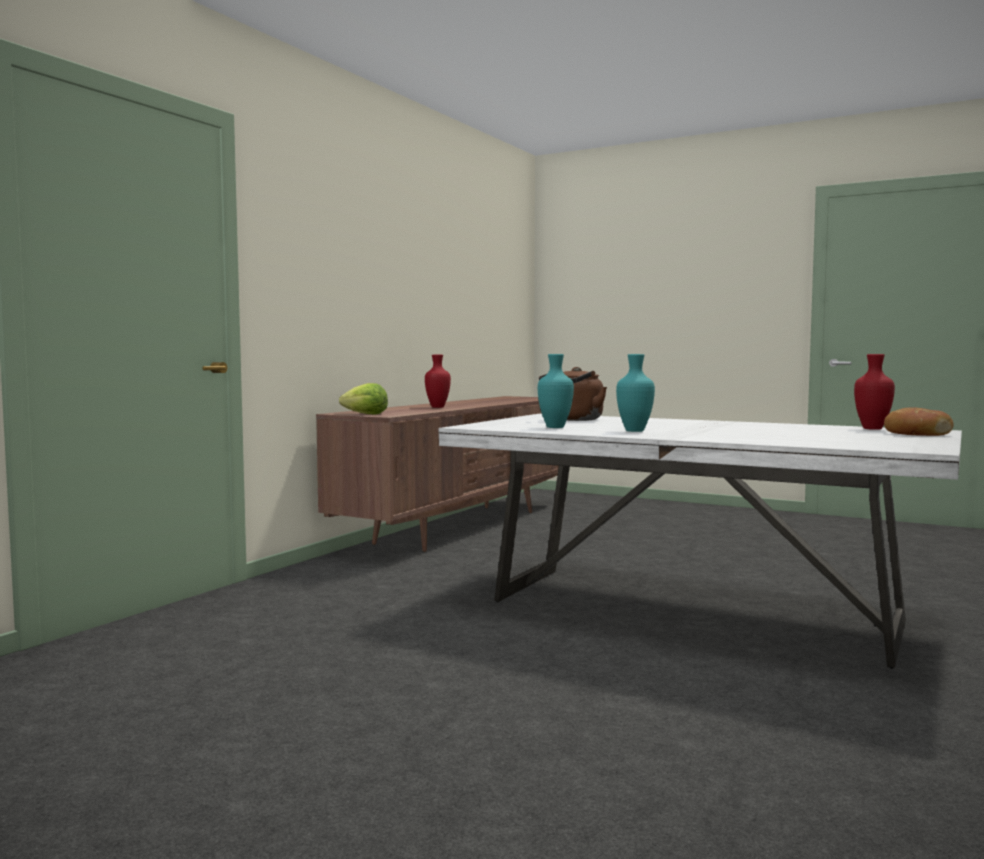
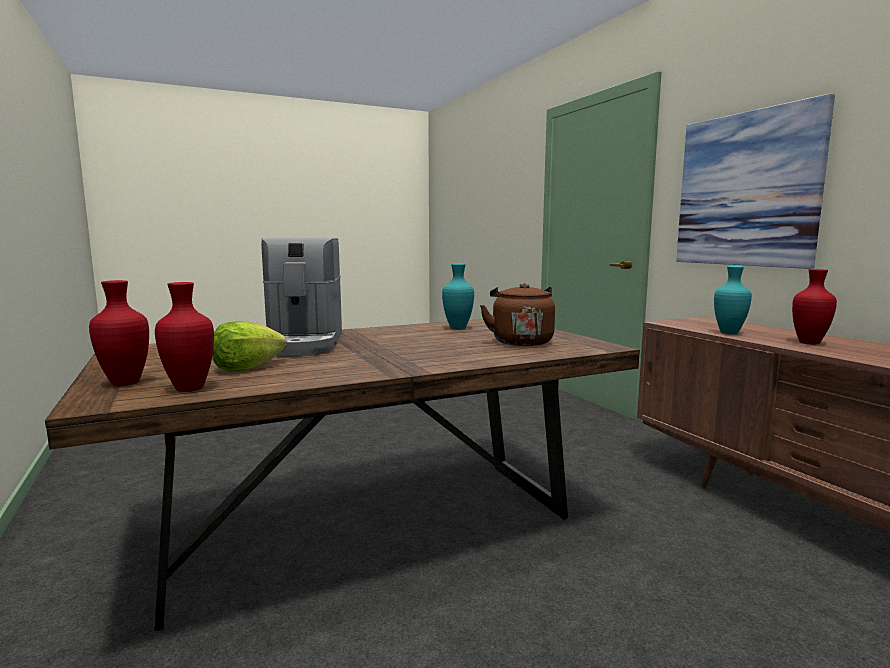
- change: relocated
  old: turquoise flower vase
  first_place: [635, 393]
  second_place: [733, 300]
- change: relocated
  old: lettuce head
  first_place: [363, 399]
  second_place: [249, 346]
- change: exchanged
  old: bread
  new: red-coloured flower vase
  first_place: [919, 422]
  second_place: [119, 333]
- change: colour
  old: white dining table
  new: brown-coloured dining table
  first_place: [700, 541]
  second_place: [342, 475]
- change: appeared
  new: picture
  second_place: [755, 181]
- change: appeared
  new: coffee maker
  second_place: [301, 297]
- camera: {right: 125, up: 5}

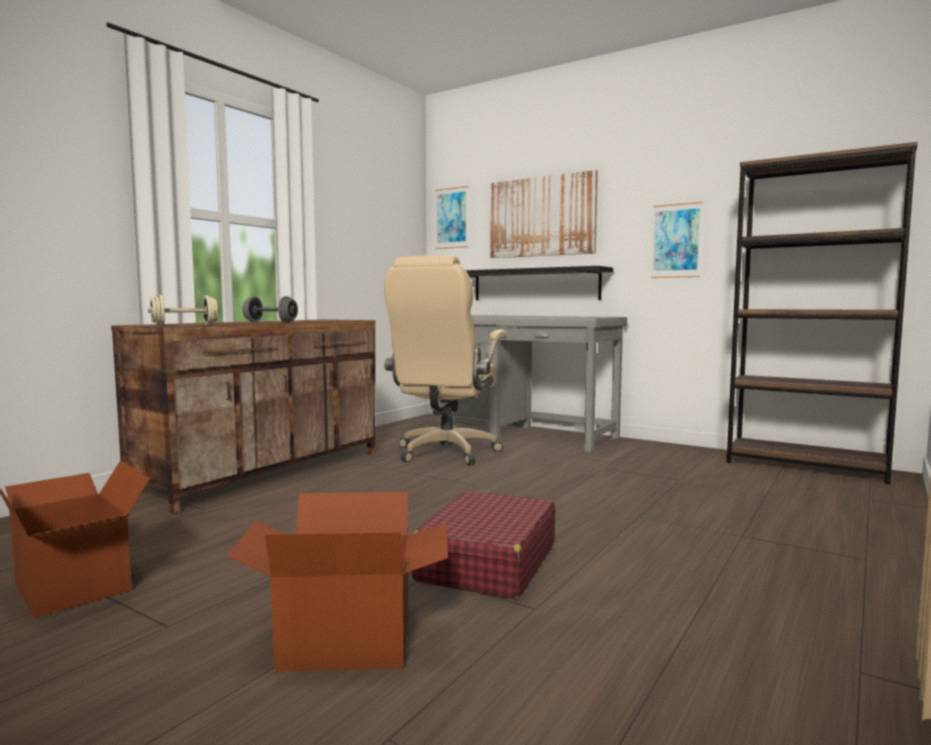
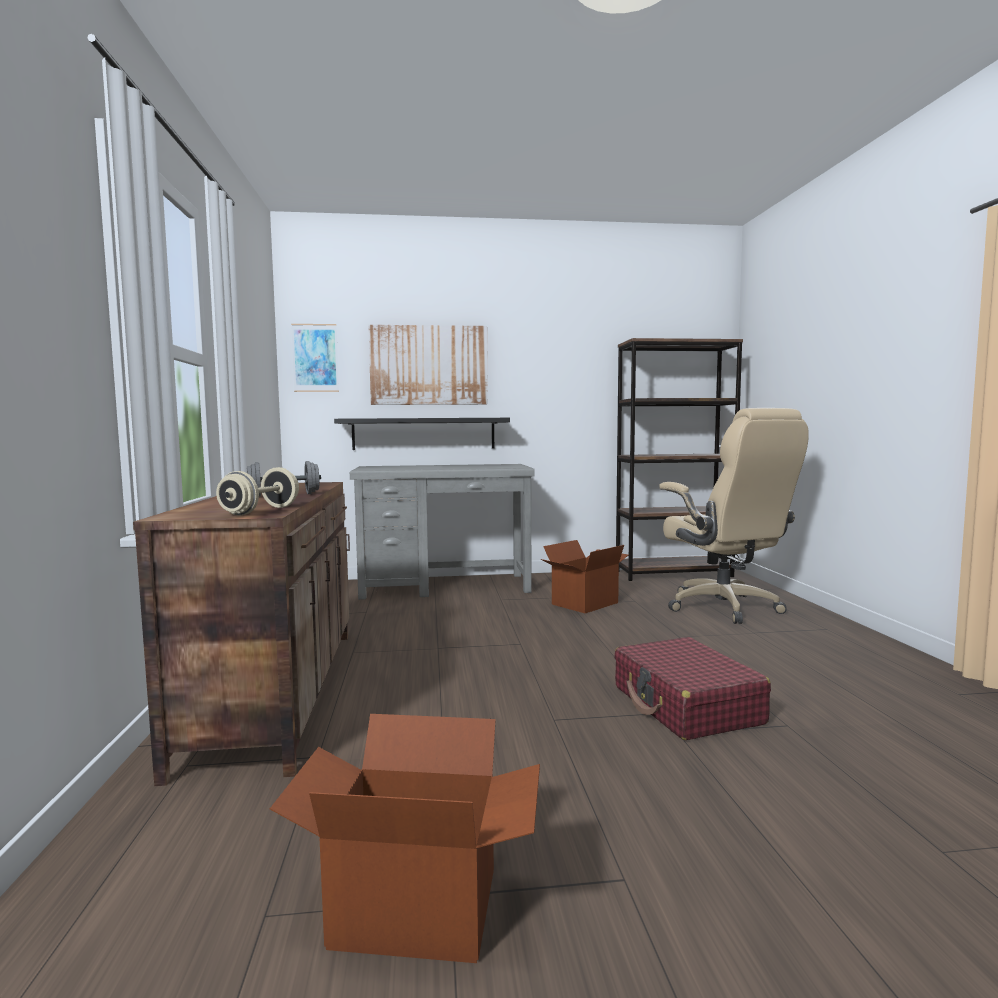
- change: missing
  old: picture
  first_place: [677, 240]
- change: relocated
  old: beige-coloured computer chair
  first_place: [445, 360]
  second_place: [734, 516]
- change: relocated
  old: carton
  first_place: [337, 582]
  second_place: [584, 576]
- camera: {right: -40, up: 0}

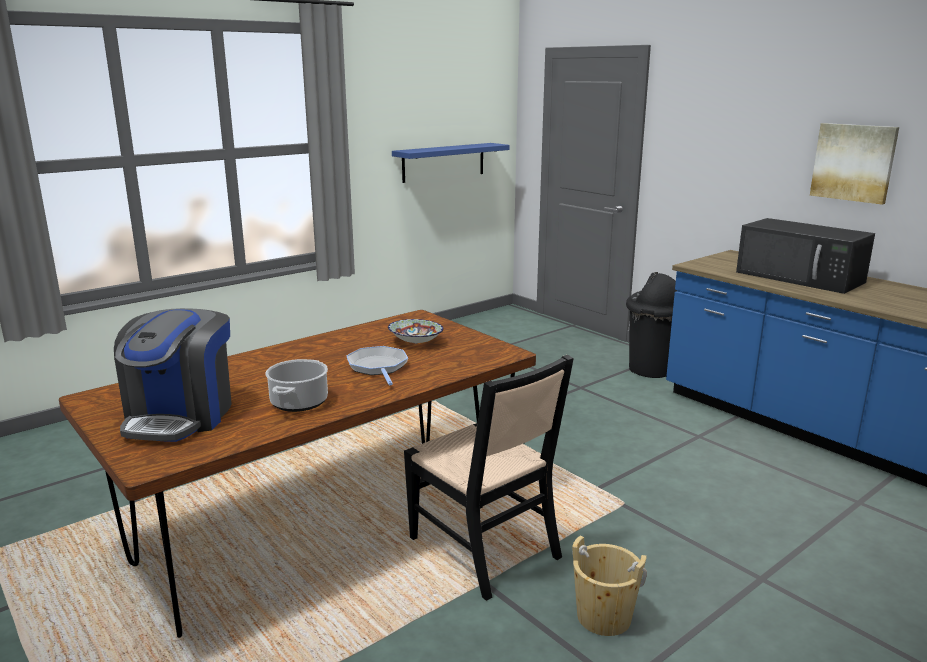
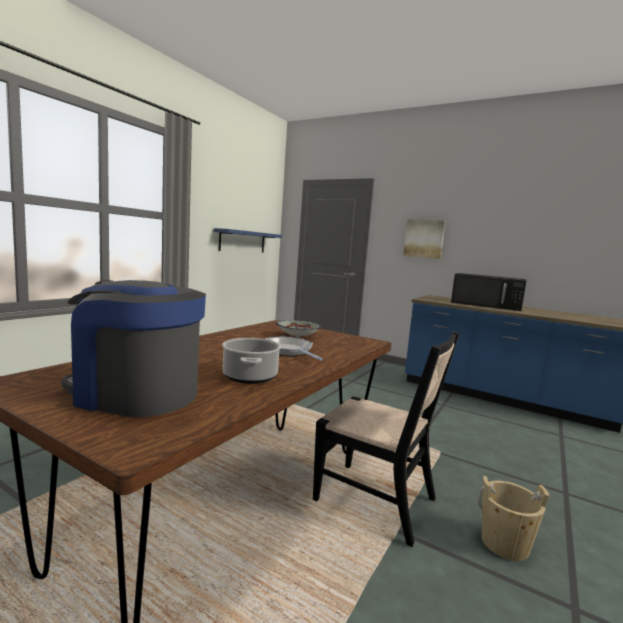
- change: relocated
  old: picture
  first_place: [854, 164]
  second_place: [424, 239]
- change: missing
  old: blackish rubbish bin
  first_place: [651, 325]
- change: spun
  old: coffee maker
  first_place: [173, 375]
  second_place: [133, 348]
  degrees: 120
- camera: {right: -20, up: -10}

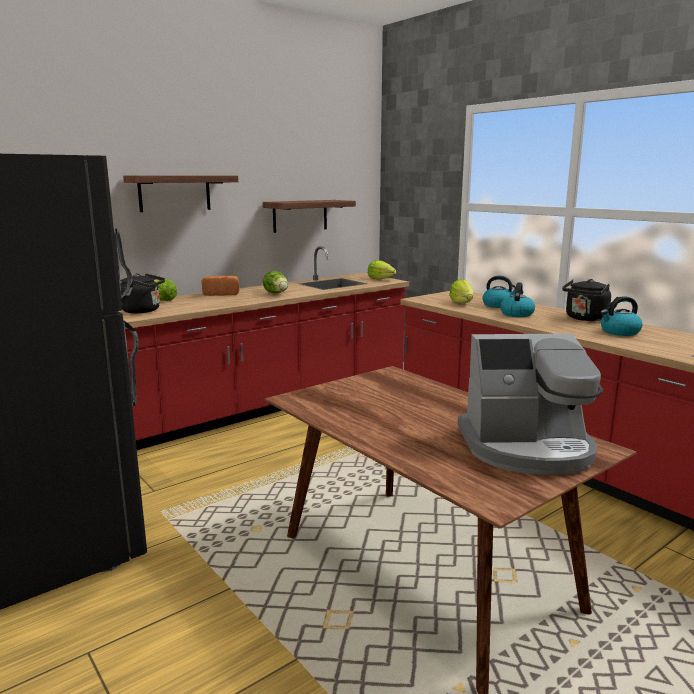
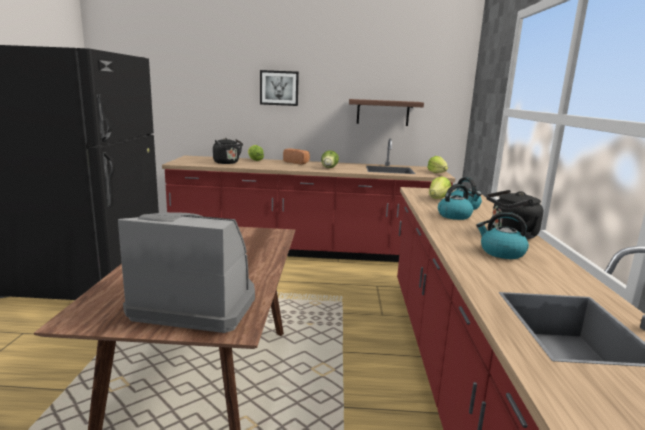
- change: exchanged
  old: bracket shelf
  new: picture
  first_place: [180, 194]
  second_place: [279, 88]
- change: spun
  old: coffee maker
  first_place: [530, 404]
  second_place: [186, 272]
  degrees: 150
- camera: {right: 40, up: 0}

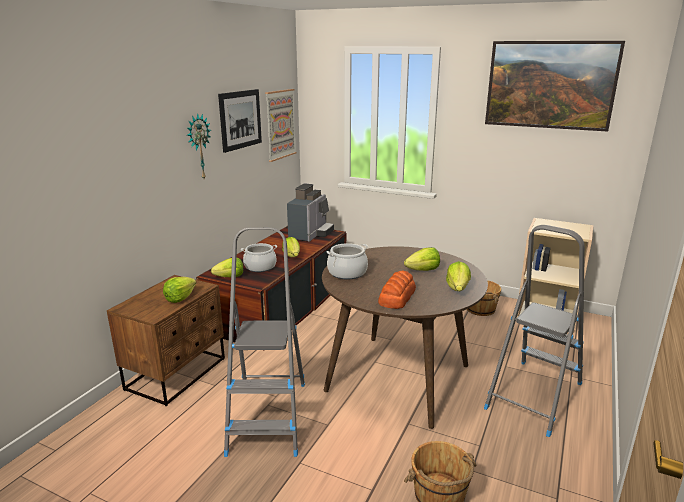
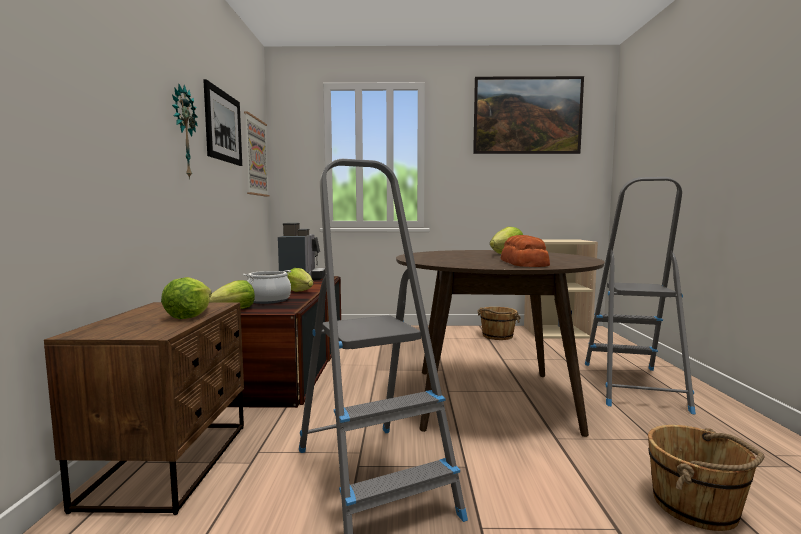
- change: missing
  old: stockpot
  first_place: [347, 261]
- change: missing
  old: lettuce head
  first_place: [458, 276]
- camera: {right: -25, up: -15}

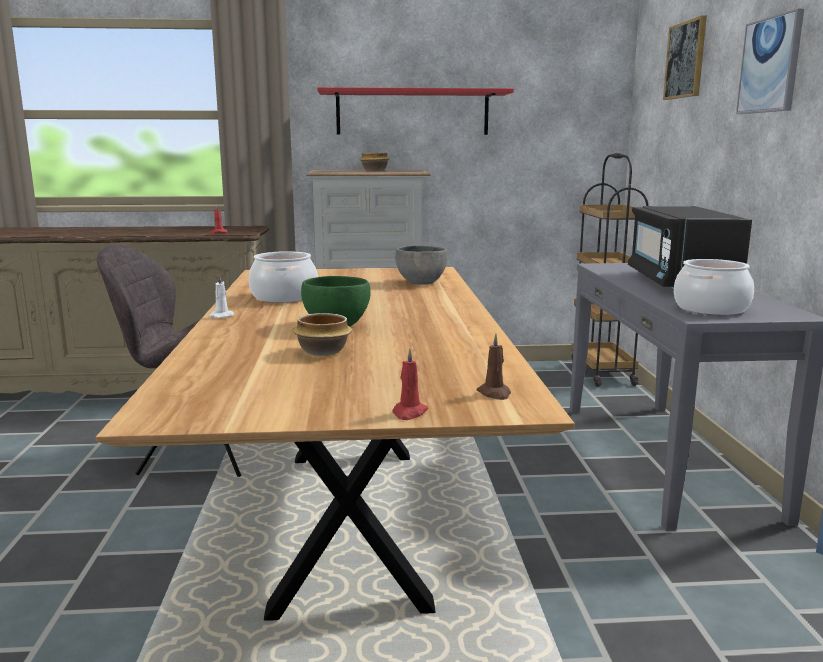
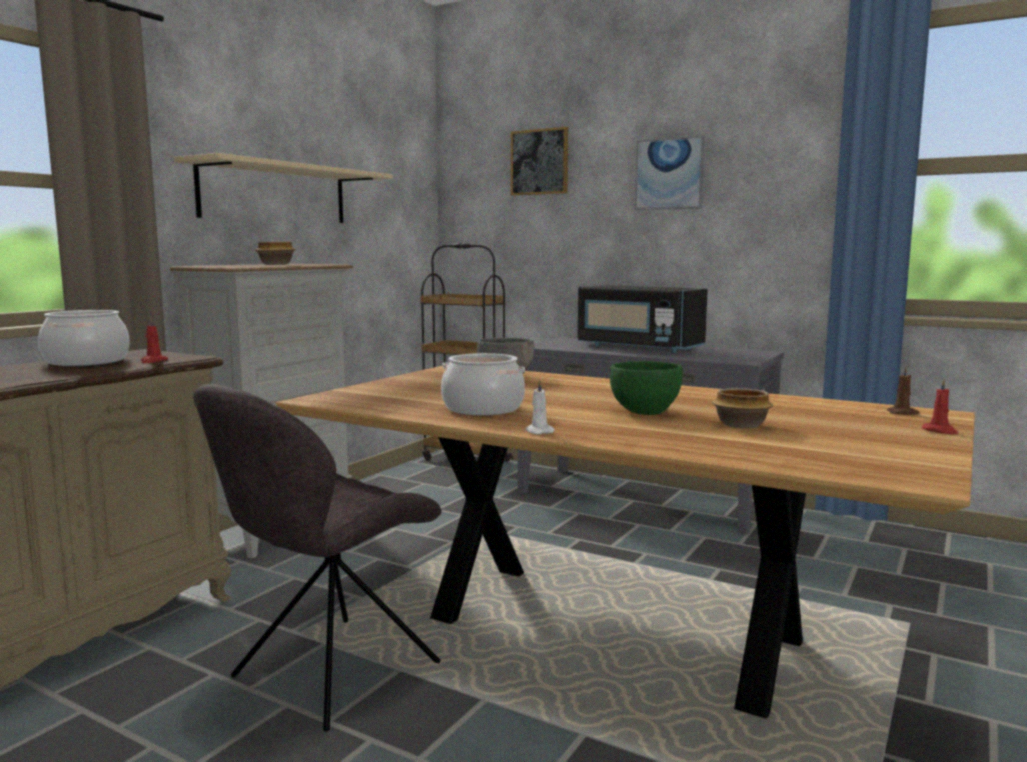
- change: colour
  old: red-coloured bracket shelf
  new: beige-coloured bracket shelf
  first_place: [415, 111]
  second_place: [283, 188]
- change: relocated
  old: stockpot
  first_place: [714, 287]
  second_place: [84, 338]
- camera: {right: -55, up: -5}

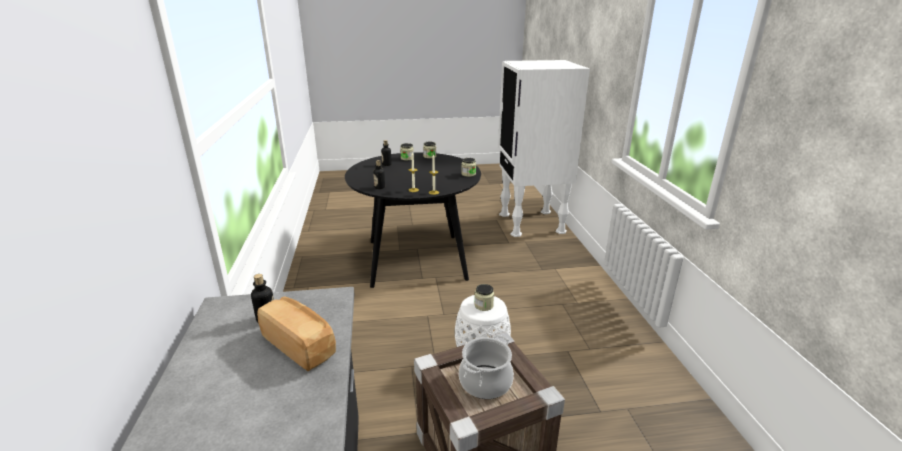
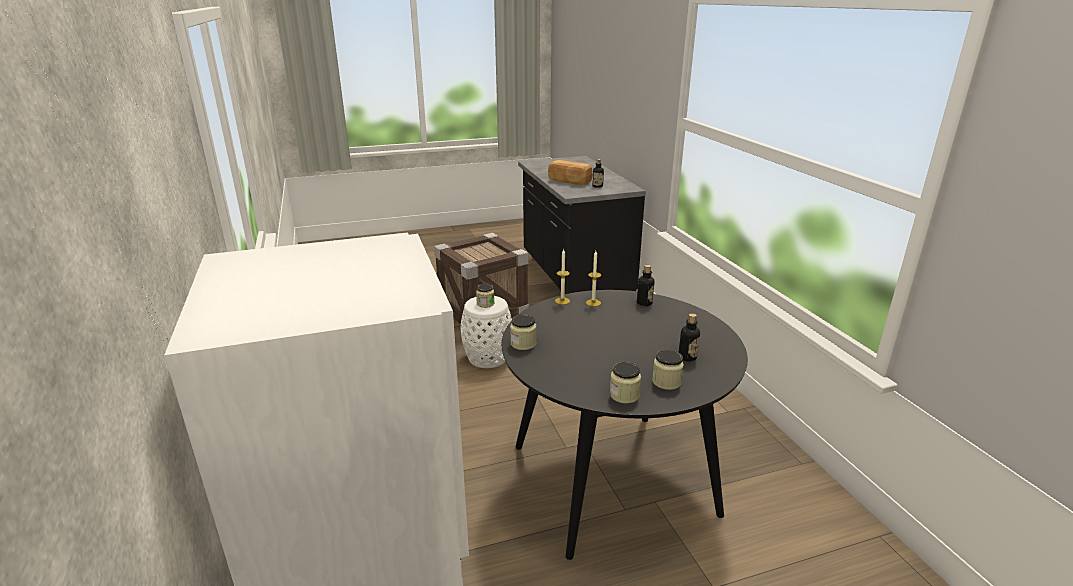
- change: missing
  old: stockpot
  first_place: [486, 367]
- camera: {right: 170, up: 0}

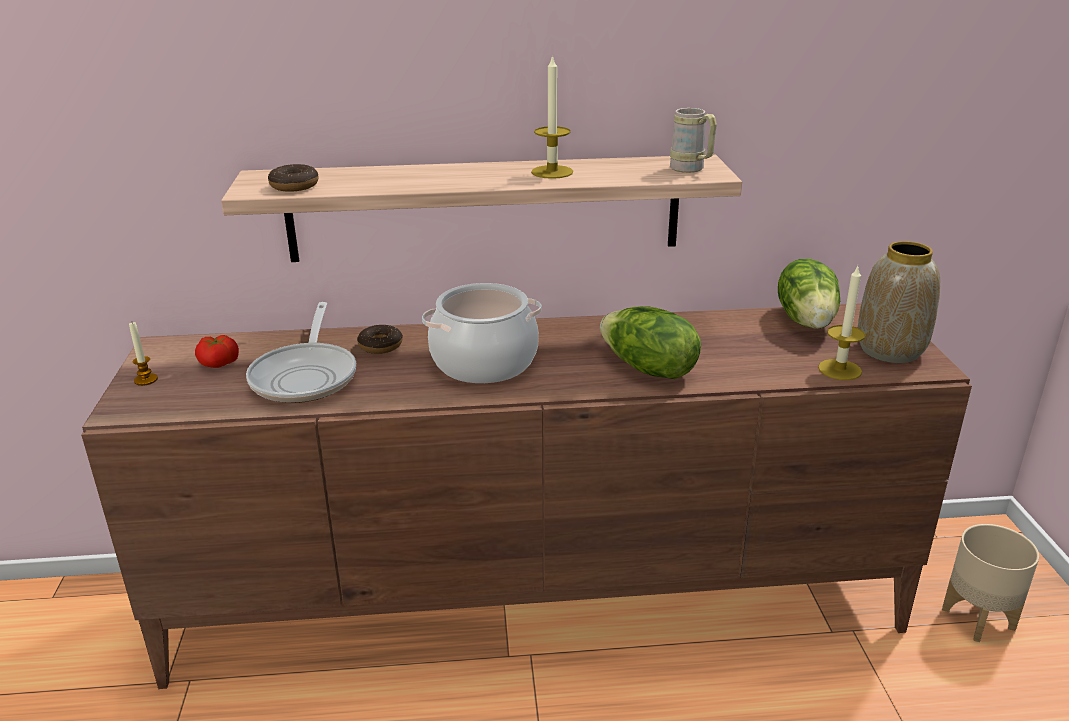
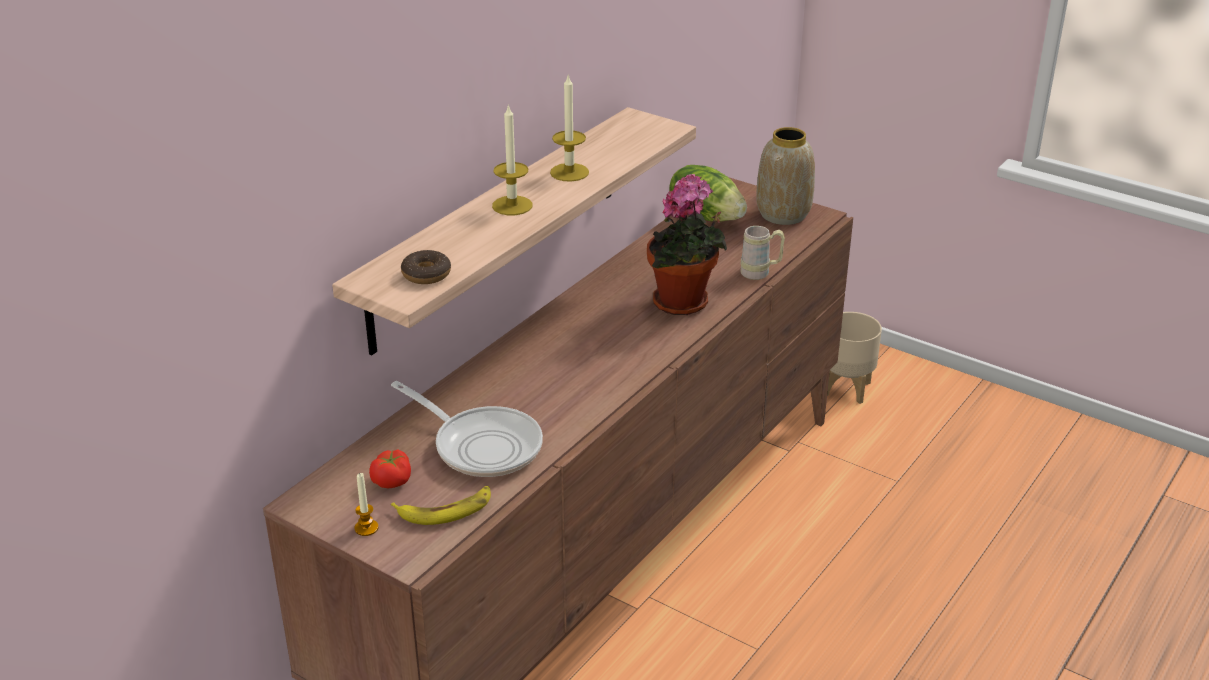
- change: relocated
  old: beige-coloured mug
  first_place: [693, 140]
  second_place: [762, 253]
- change: relocated
  old: wax candle
  first_place: [841, 323]
  second_place: [512, 159]
- change: missing
  old: stockpot
  first_place: [482, 333]
- change: exchanged
  old: lettuce head
  new: plant in a pot
  first_place: [650, 342]
  second_place: [687, 244]
- change: missing
  old: donut
  first_place: [380, 339]
- change: appeared
  new: whole banana
  second_place: [441, 505]
- camera: {right: -50, up: 5}

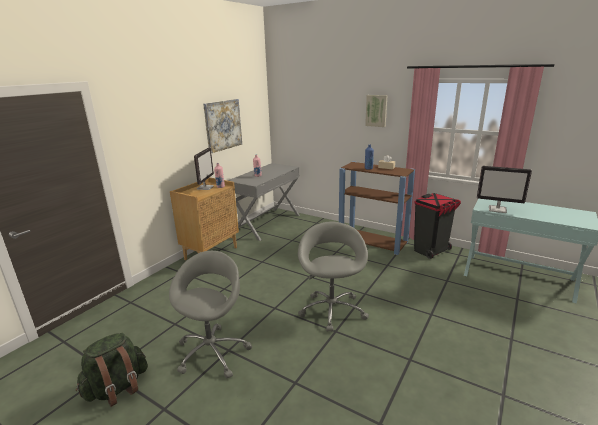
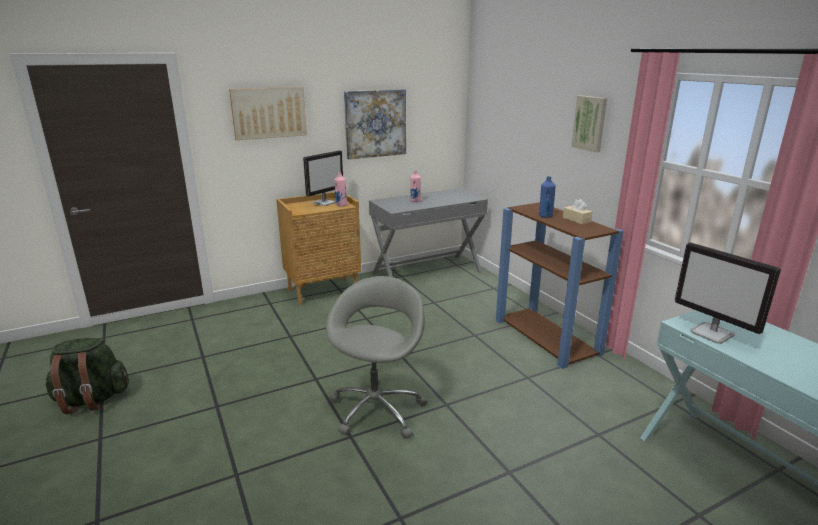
- change: missing
  old: blackish rubbish bin
  first_place: [437, 226]
- change: missing
  old: greyish computer chair
  first_place: [210, 314]
- change: appeared
  new: picture
  second_place: [268, 113]
- camera: {right: 30, up: 0}

